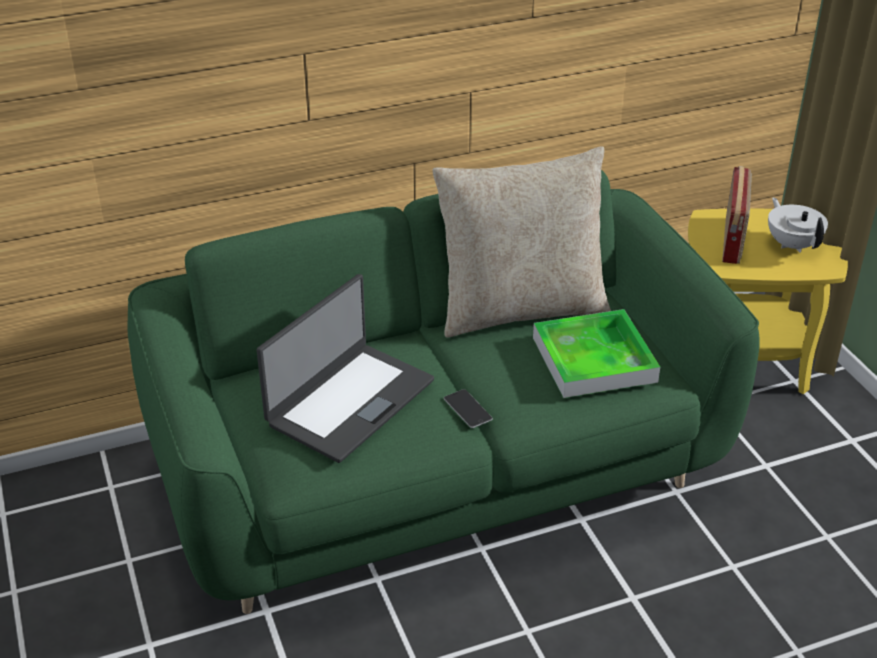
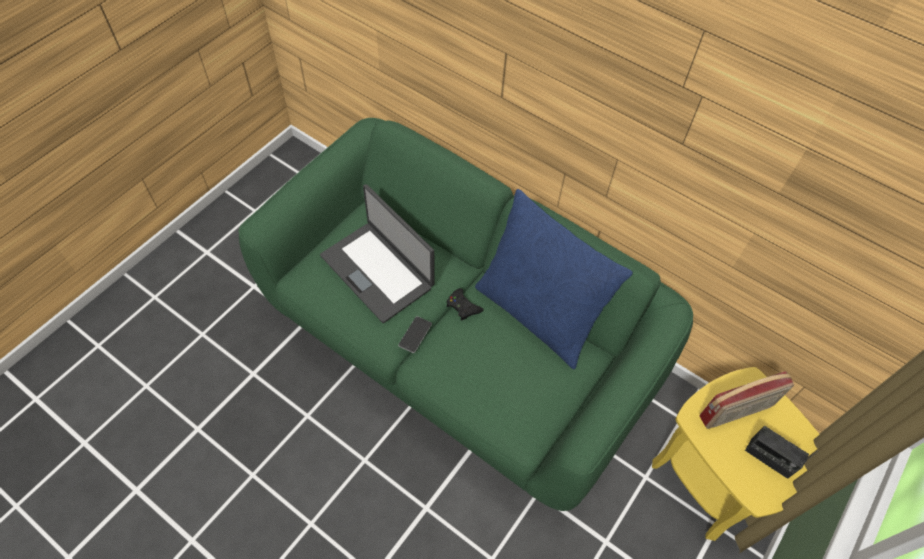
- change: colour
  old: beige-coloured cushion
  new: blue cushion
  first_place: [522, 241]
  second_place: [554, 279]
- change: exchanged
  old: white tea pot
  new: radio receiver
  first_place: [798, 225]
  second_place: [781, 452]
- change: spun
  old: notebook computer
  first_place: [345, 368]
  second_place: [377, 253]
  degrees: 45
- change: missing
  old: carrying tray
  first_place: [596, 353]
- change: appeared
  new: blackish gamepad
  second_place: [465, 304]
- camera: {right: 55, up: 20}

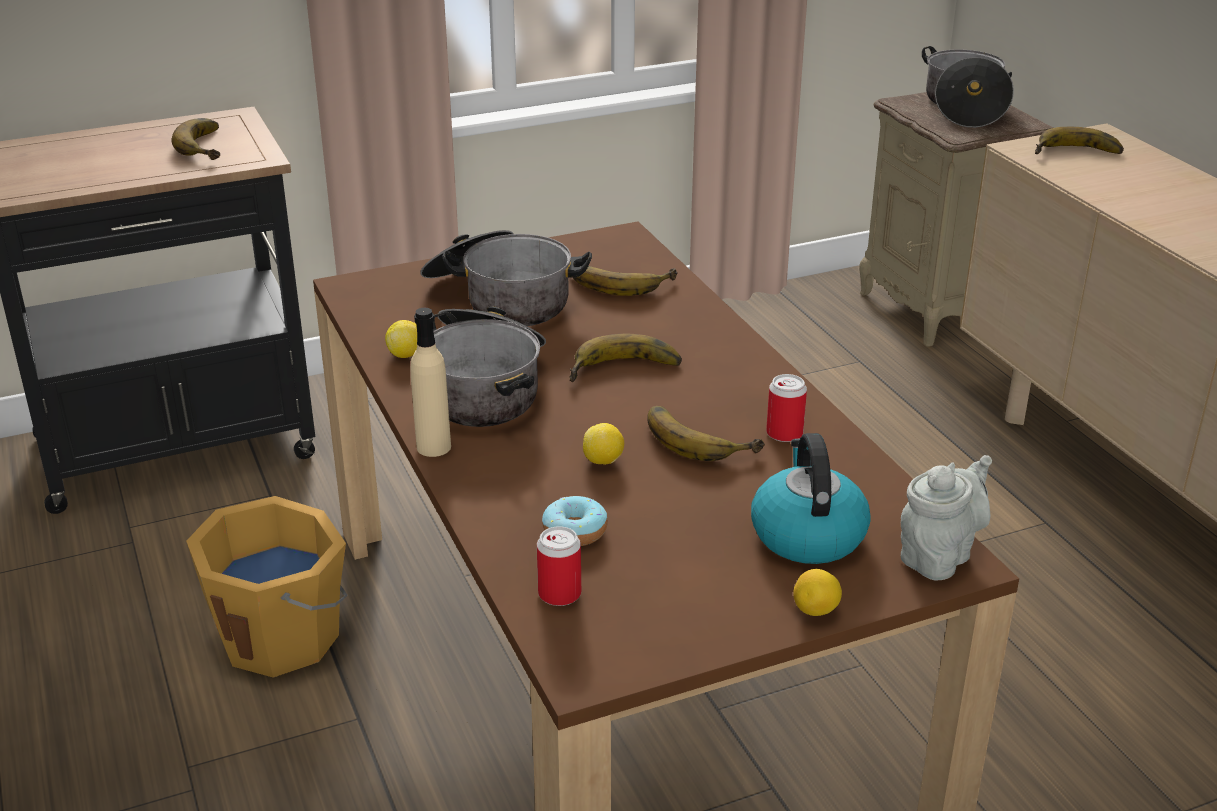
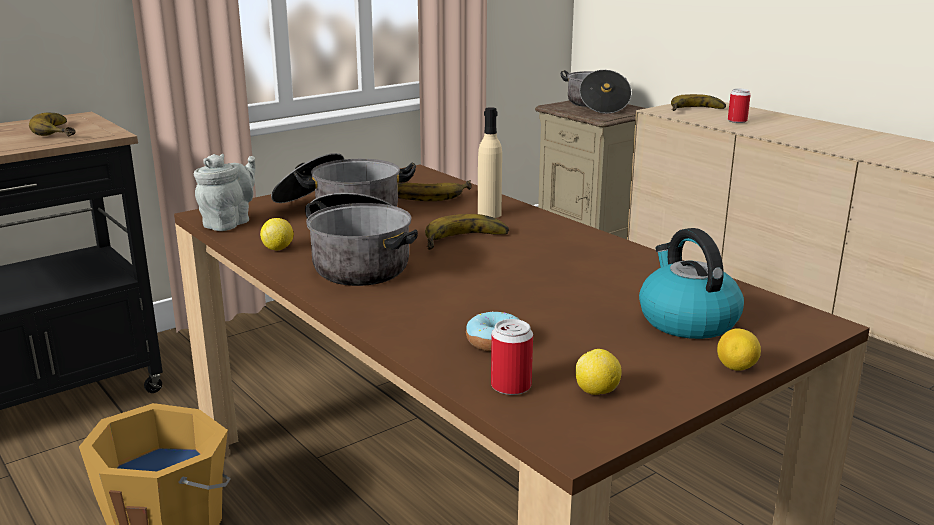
- change: relocated
  old: beige-coloured beverage bottle
  first_place: [430, 382]
  second_place: [490, 162]
- change: relocated
  old: metal can
  first_place: [786, 408]
  second_place: [739, 106]
- change: missing
  old: whole banana
  first_place: [706, 433]
- change: relocated
  old: citrus fruit
  first_place: [603, 444]
  second_place: [599, 372]
- change: relocated
  old: greyish tea pot
  first_place: [946, 517]
  second_place: [225, 192]
- camera: {right: -15, up: -10}

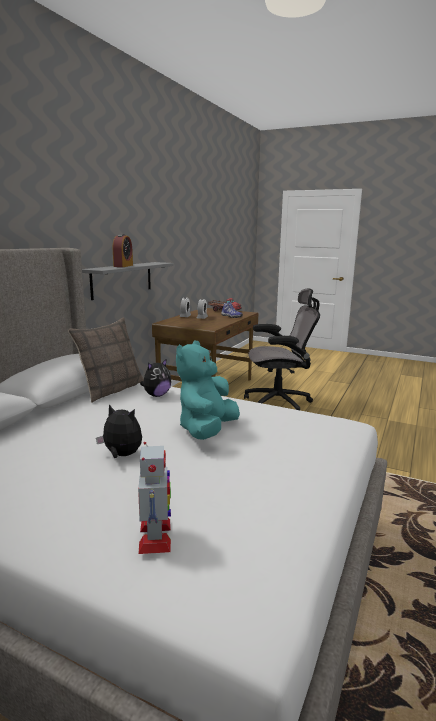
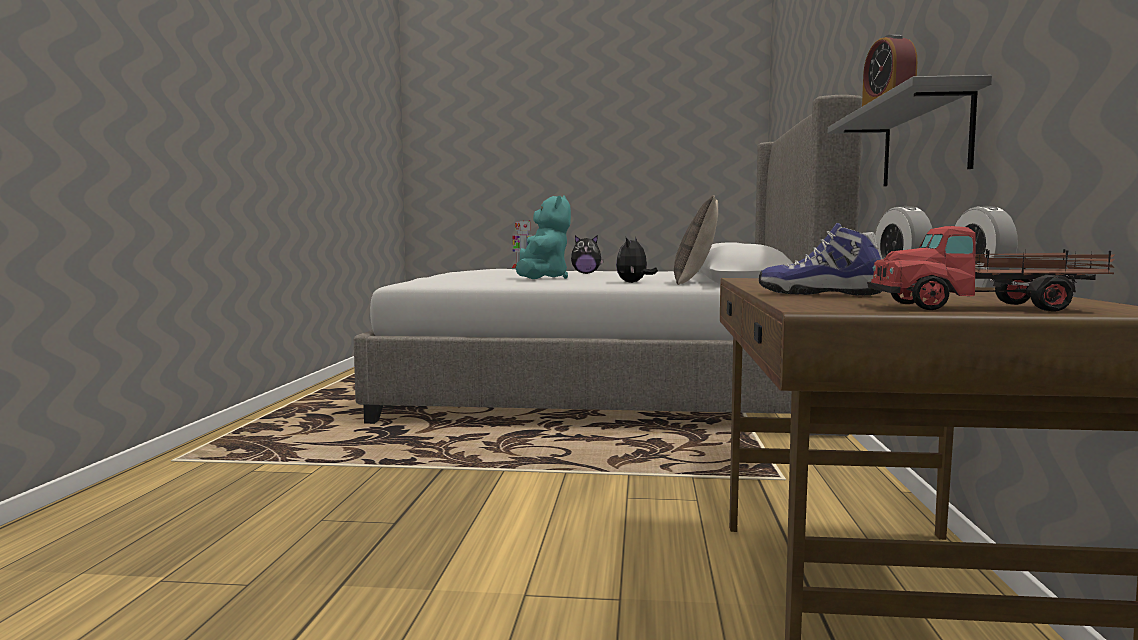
- change: missing
  old: computer chair
  first_place: [282, 349]
- camera: {right: 160, up: -10}

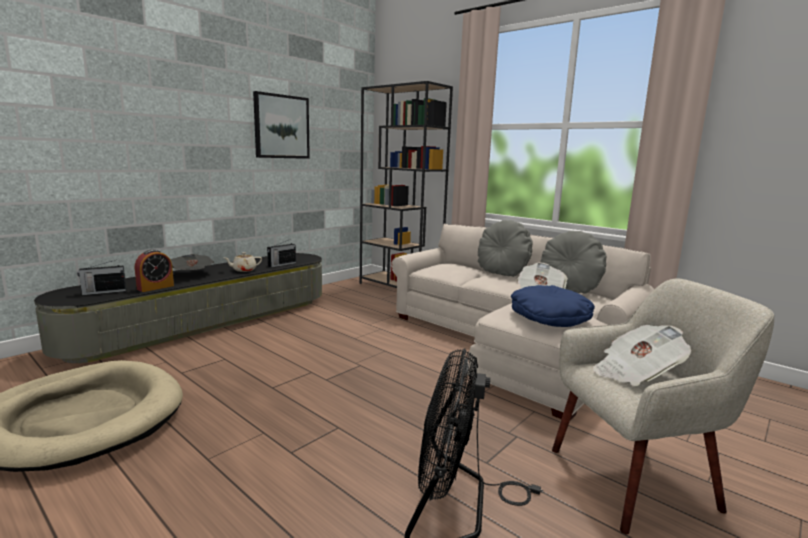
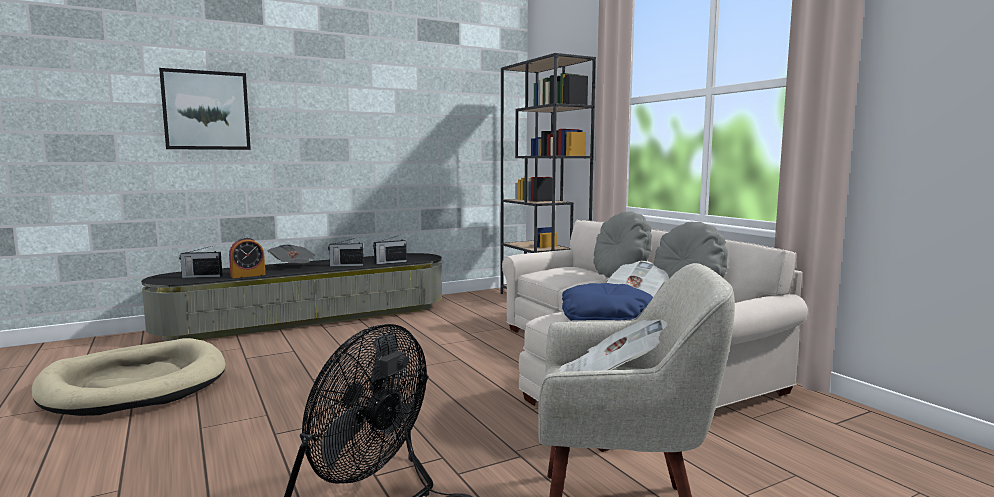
- change: relocated
  old: picture
  first_place: [281, 125]
  second_place: [205, 109]
- change: exchanged
  old: beige-coloured tea pot
  new: radio receiver
  first_place: [243, 262]
  second_place: [346, 252]
- camera: {right: 20, up: -5}

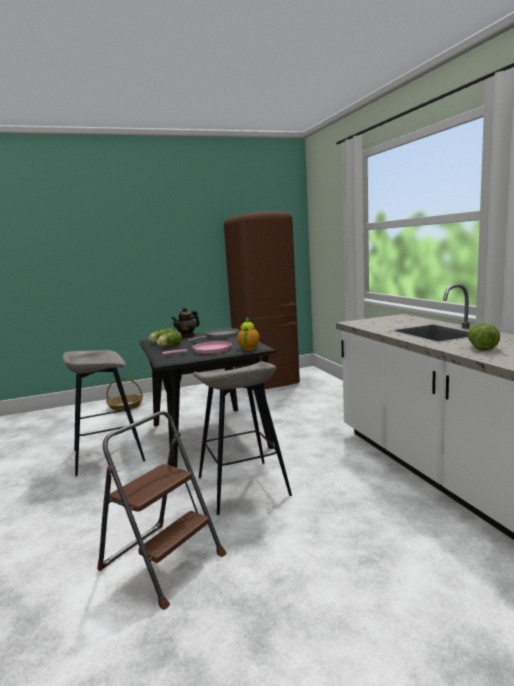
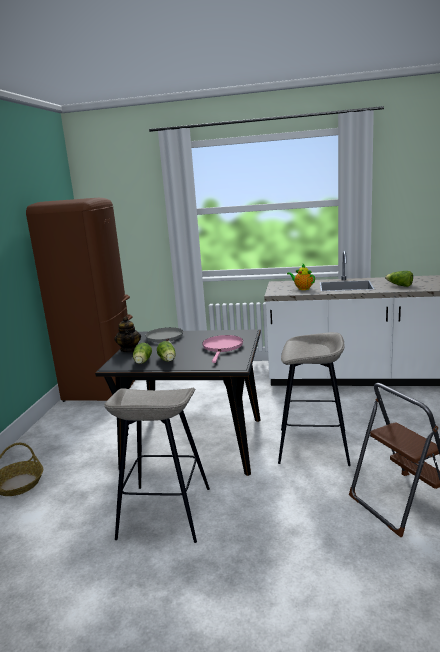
- change: relocated
  old: tea pot
  first_place: [248, 333]
  second_place: [301, 277]
- camera: {right: -60, up: 5}

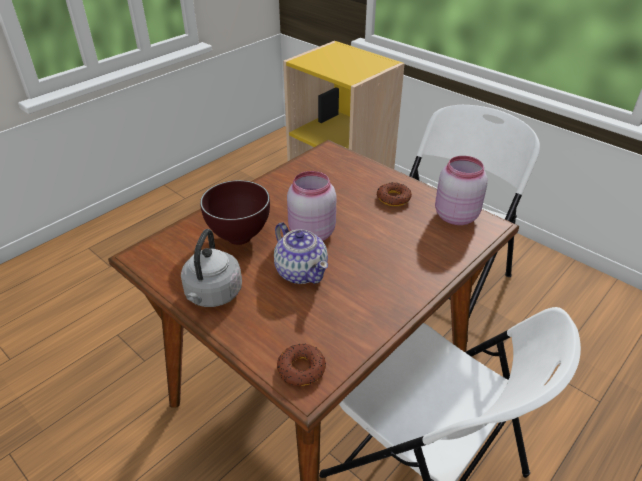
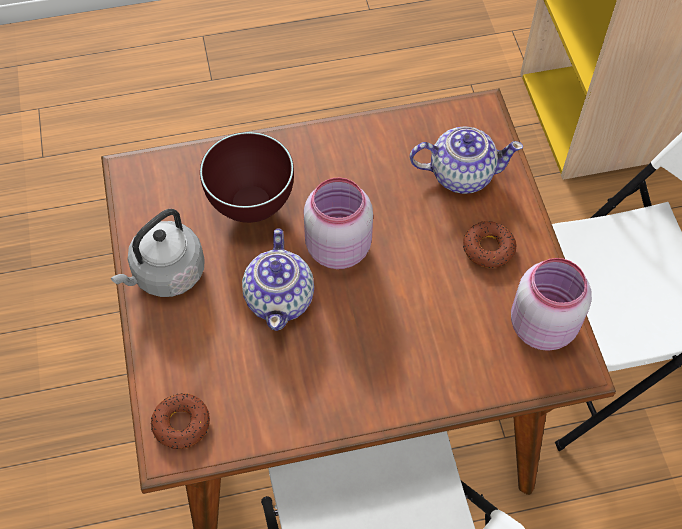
- change: appeared
  new: tea pot
  second_place: [466, 160]
- camera: {right: 35, up: 20}

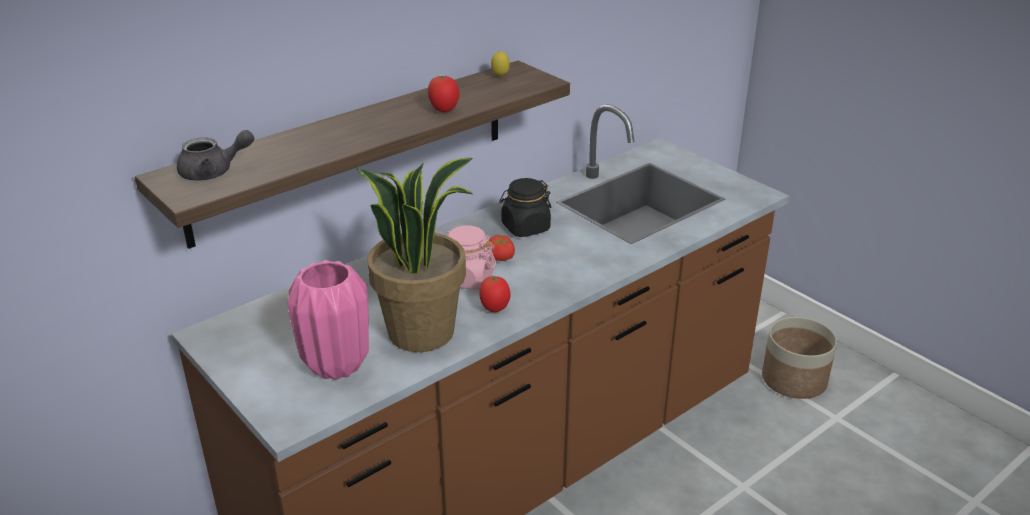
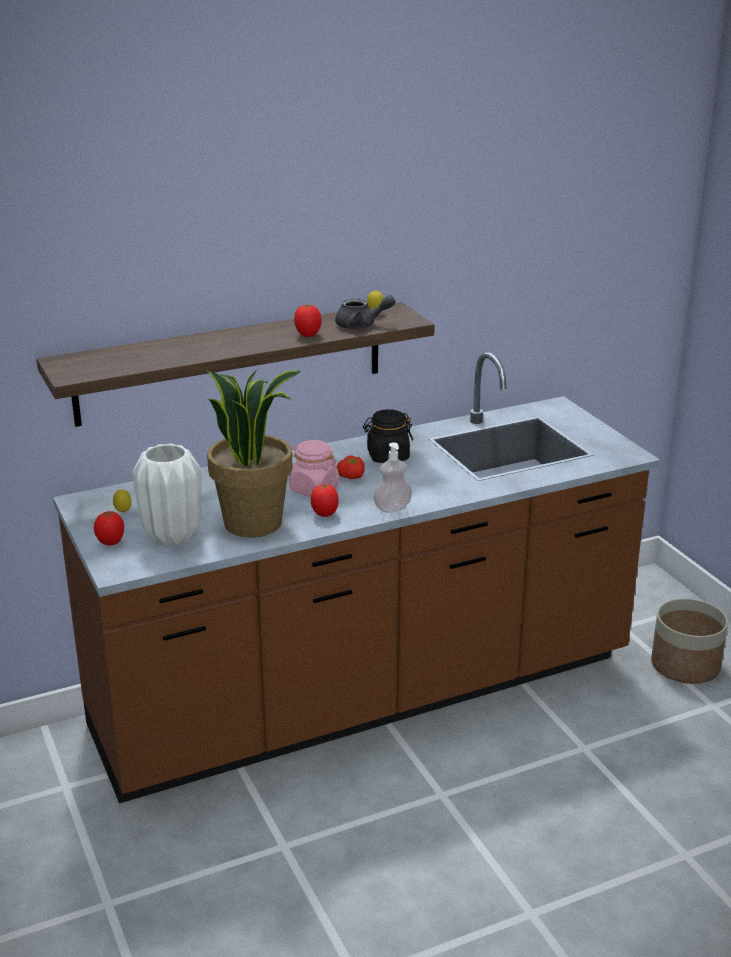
- change: relocated
  old: greyish tea pot
  first_place: [216, 155]
  second_place: [365, 312]
- change: colour
  old: pink-coloured flower vase
  new: white flower vase
  first_place: [328, 320]
  second_place: [167, 495]
- change: appeared
  new: soap bottle
  second_place: [392, 477]
- change: appeared
  new: citrus fruit
  second_place: [122, 501]
- change: appeared
  new: tomato
  second_place: [109, 528]
- camera: {right: 15, up: -5}

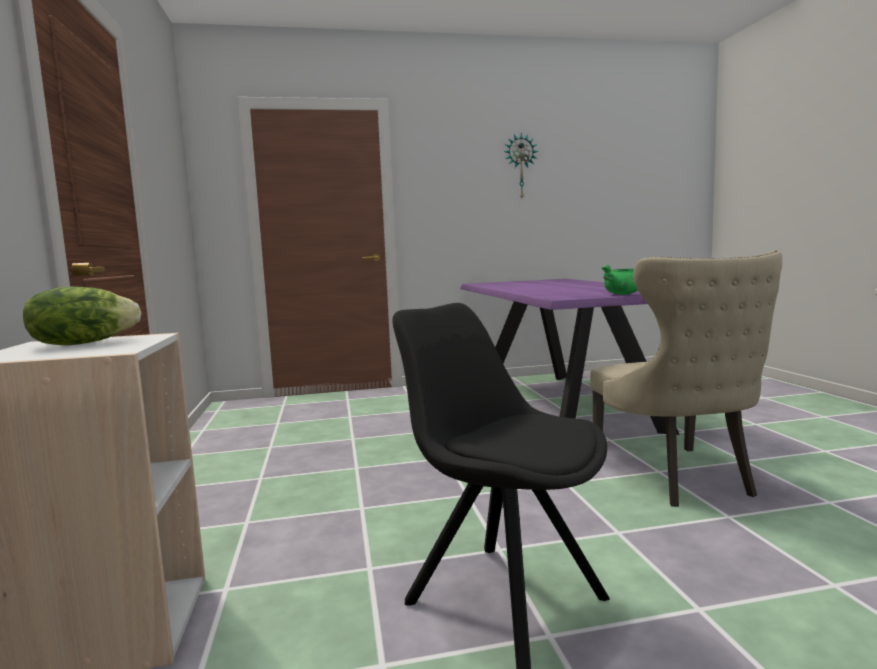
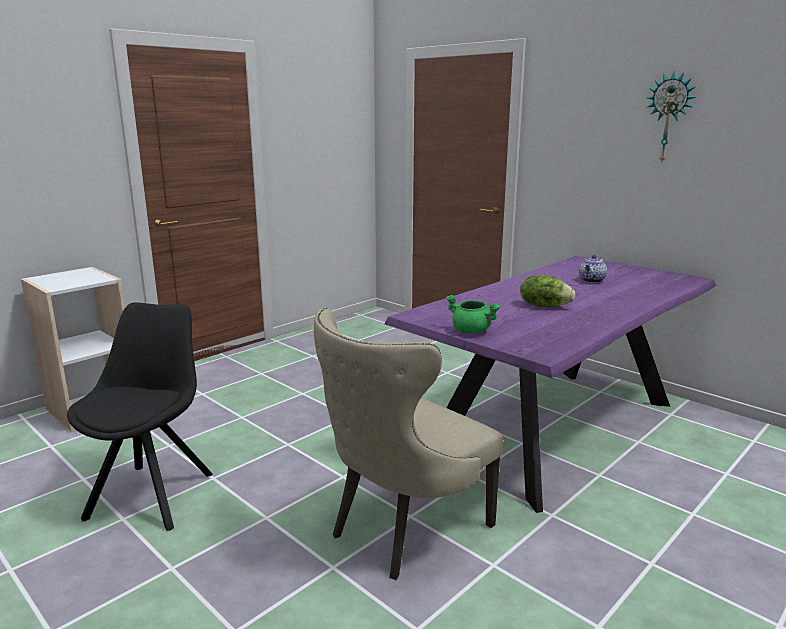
- change: relocated
  old: lettuce head
  first_place: [82, 315]
  second_place: [547, 291]
- change: appeared
  new: tea pot
  second_place: [593, 269]
- camera: {right: 55, up: 10}

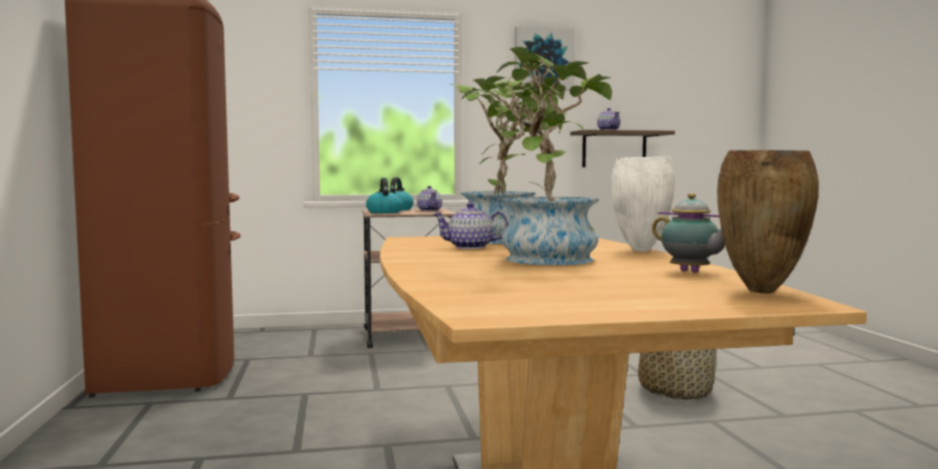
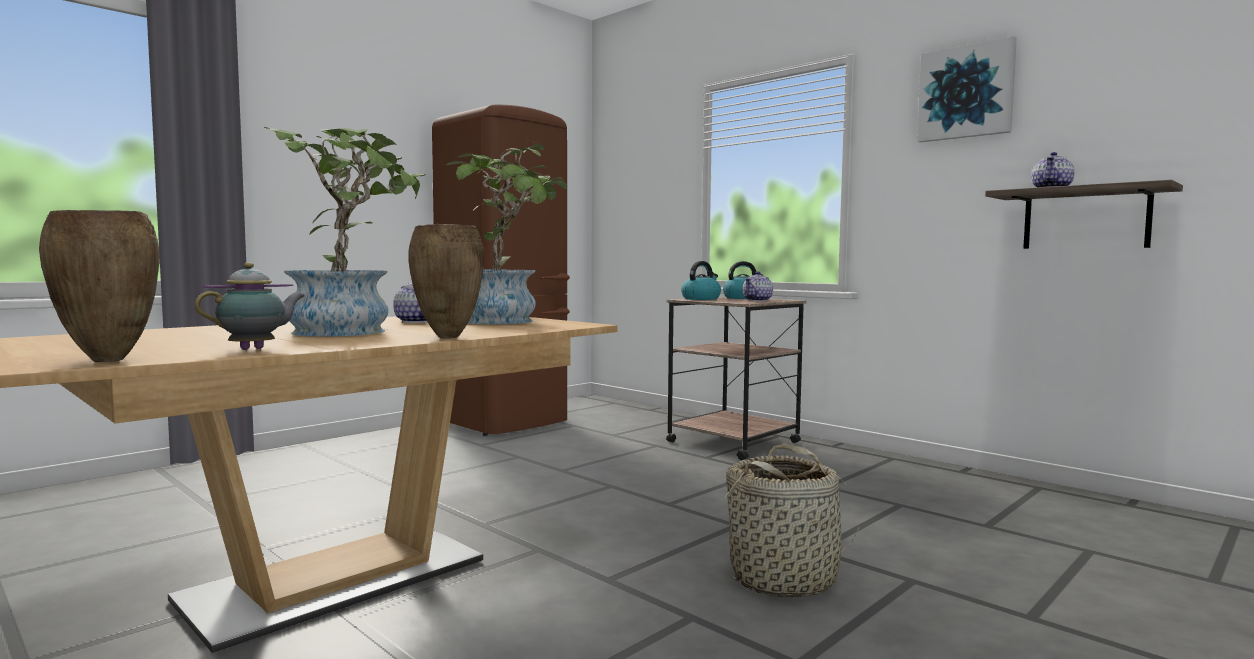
- change: colour
  old: white flower vase
  new: brown-coloured flower vase
  first_place: [643, 204]
  second_place: [446, 281]
- change: spun
  old: tea pot
  first_place: [688, 233]
  second_place: [250, 306]
  degrees: -150
- camera: {right: 55, up: 0}

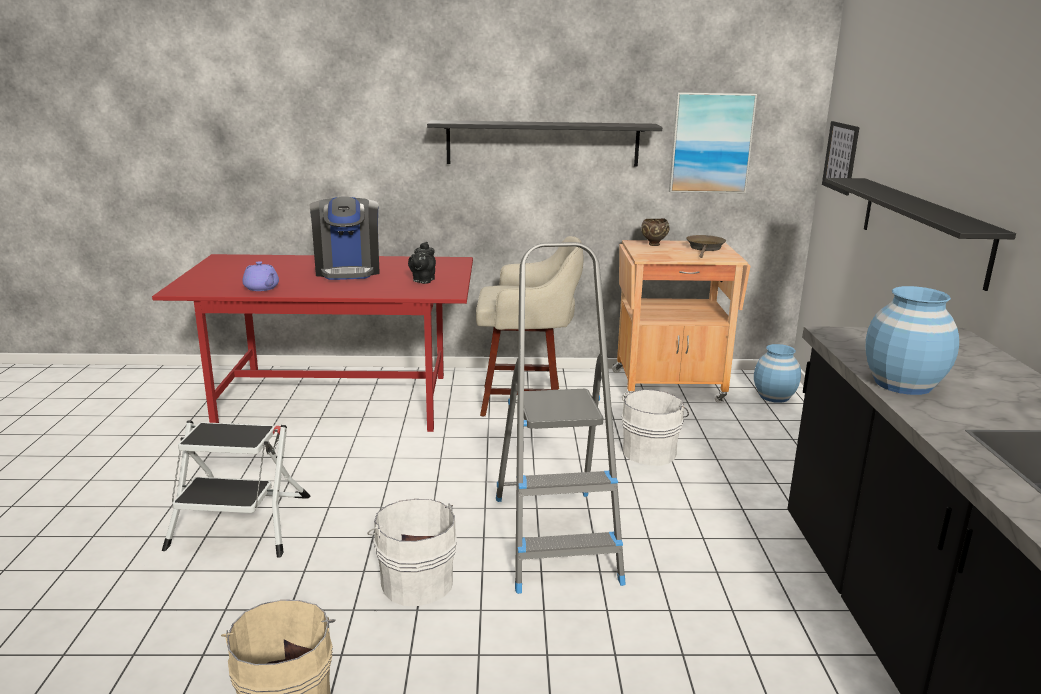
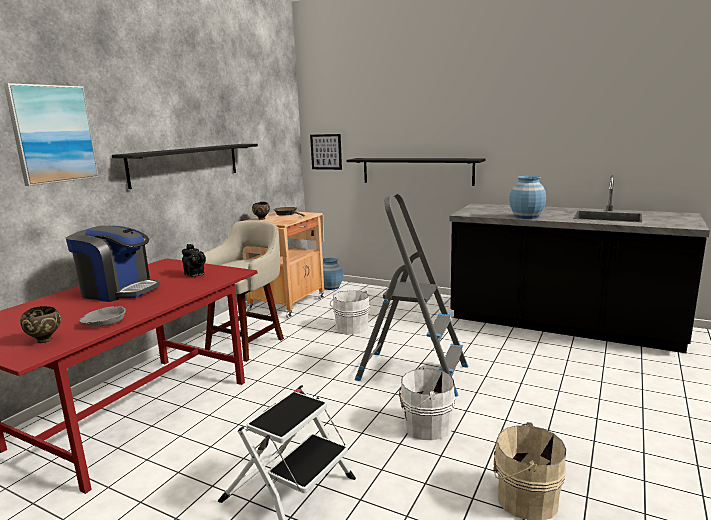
- change: relocated
  old: picture
  first_place: [713, 142]
  second_place: [51, 134]
- change: exchanged
  old: purple-coloured tea pot
  new: greyish deep dish
  first_place: [260, 276]
  second_place: [102, 316]
- change: appeared
  new: brown-coloured deep dish
  second_place: [40, 324]
- camera: {right: -60, up: -5}

